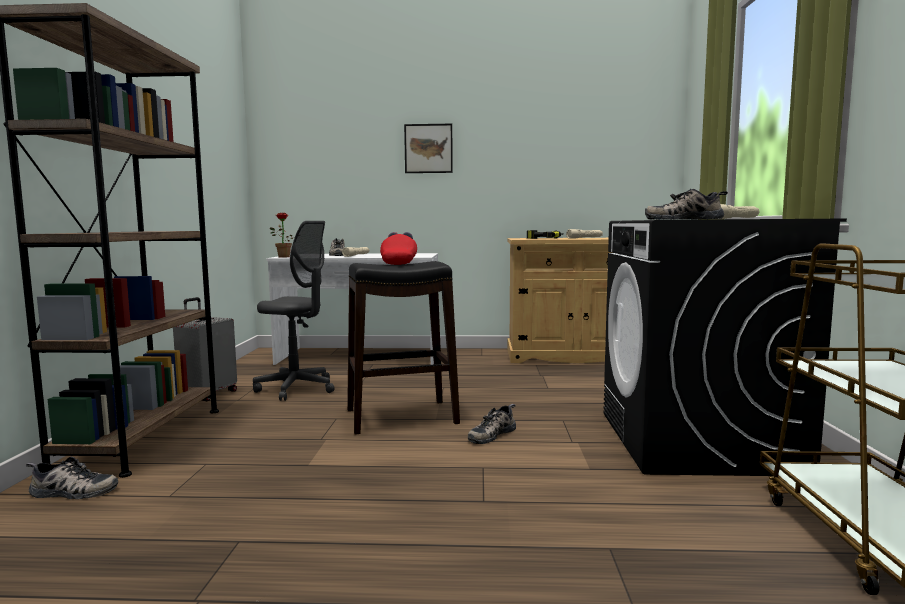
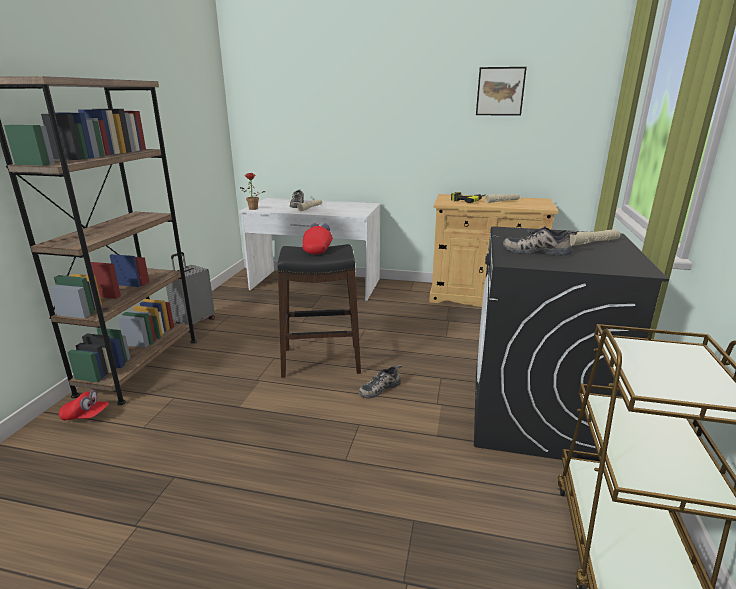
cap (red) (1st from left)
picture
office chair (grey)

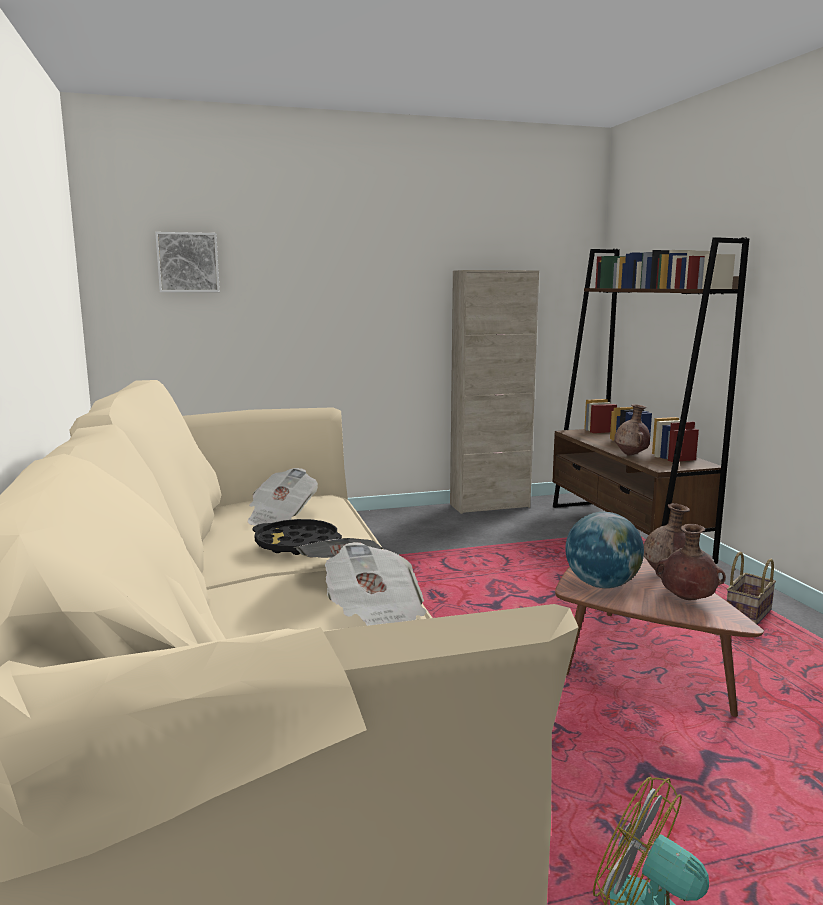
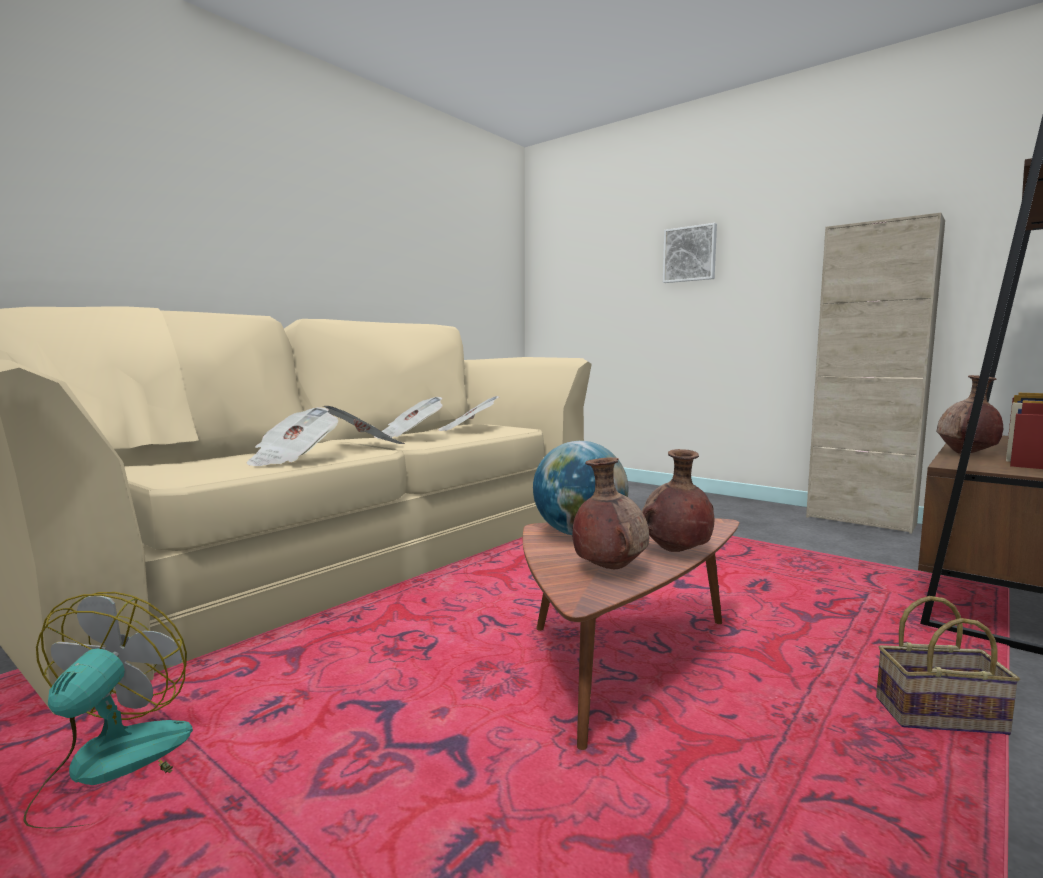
newspaper (3rd from left)
picture

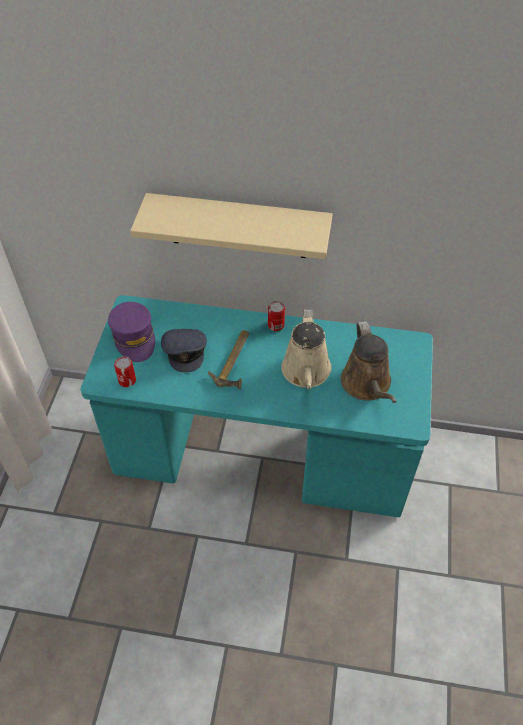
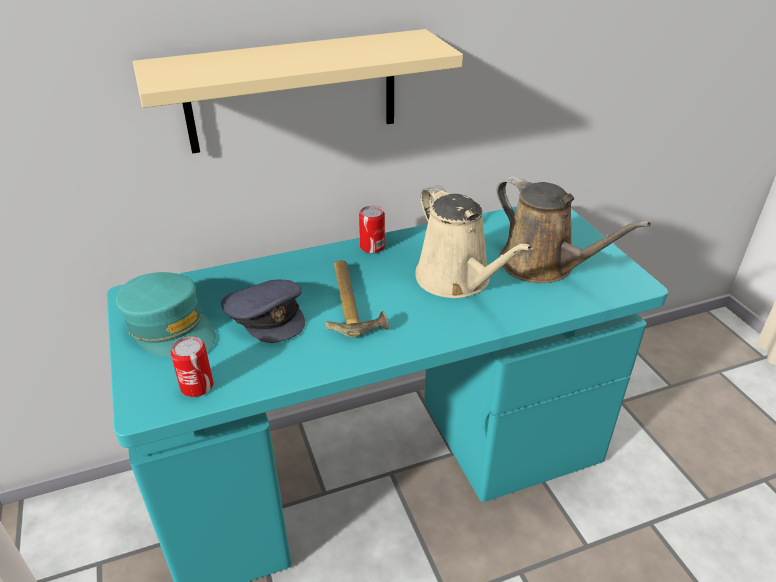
cap (turquoise)

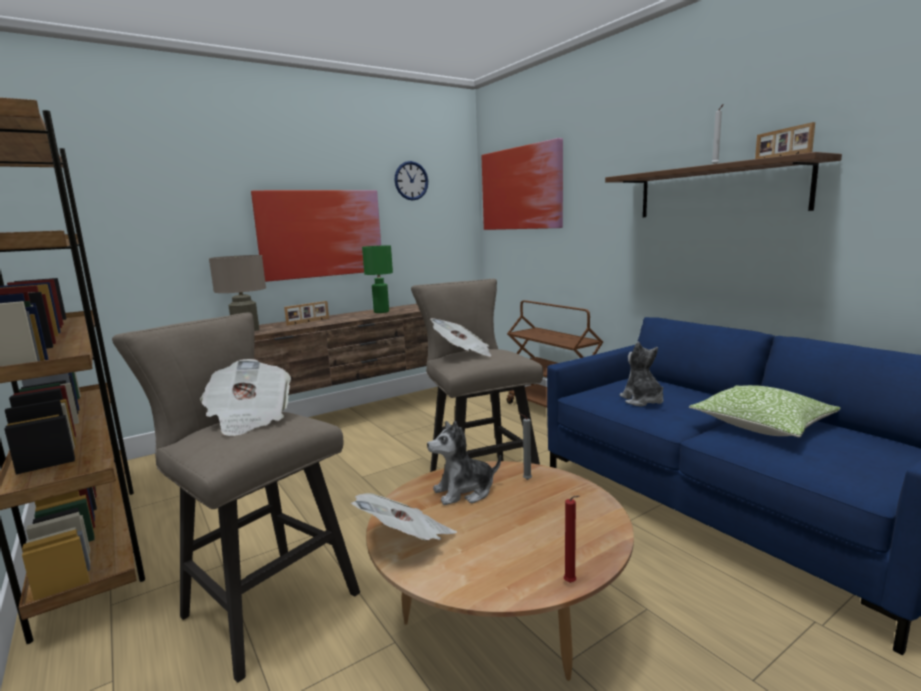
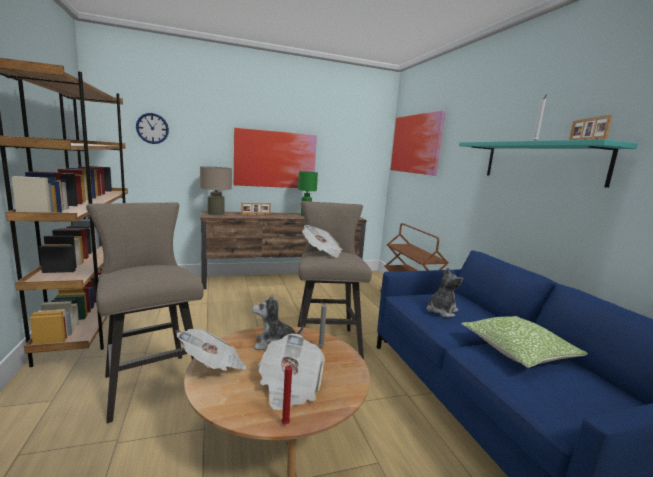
wall clock
newspaper (2nd from left)
plush toy (2nd from left)
shelf (turquoise)

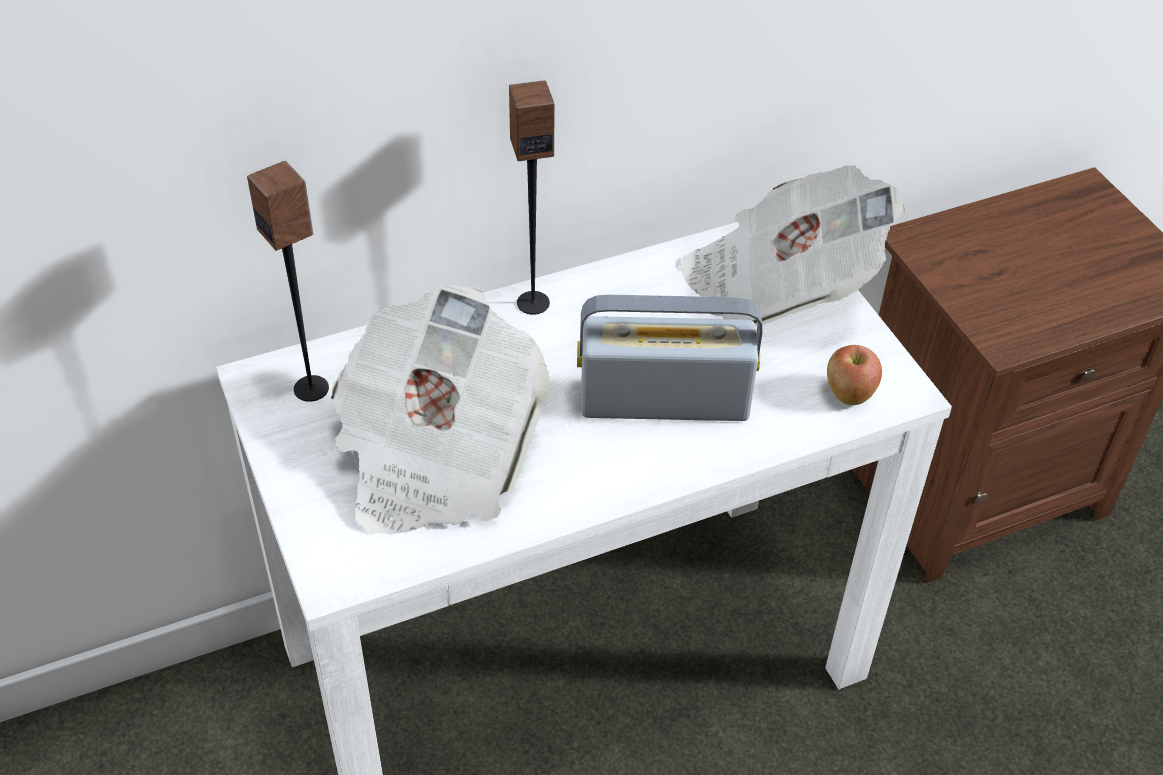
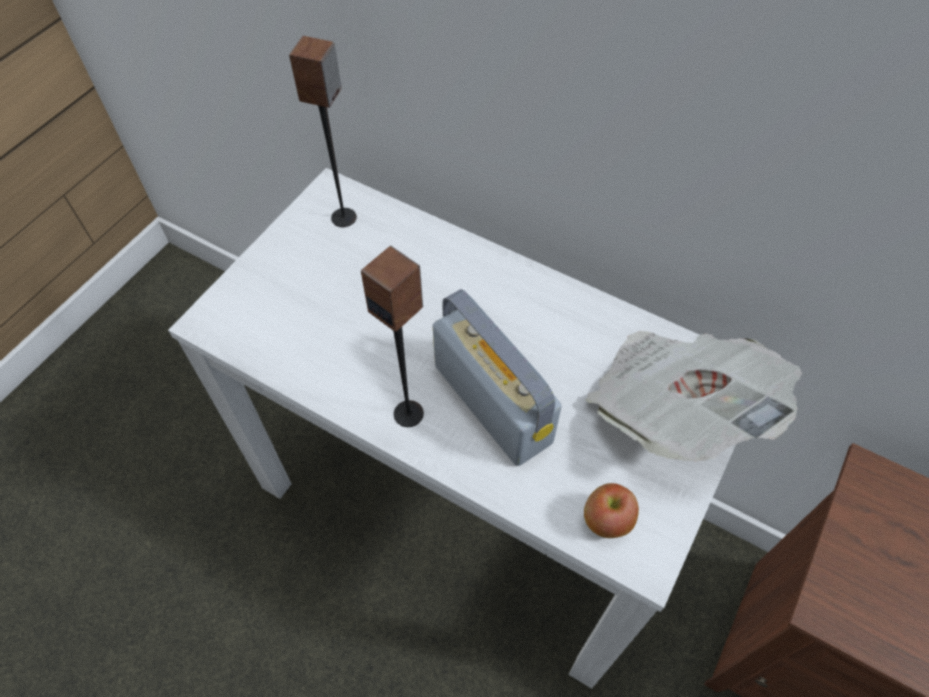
speaker (2nd from left)
newspaper (1st from left in the first image)

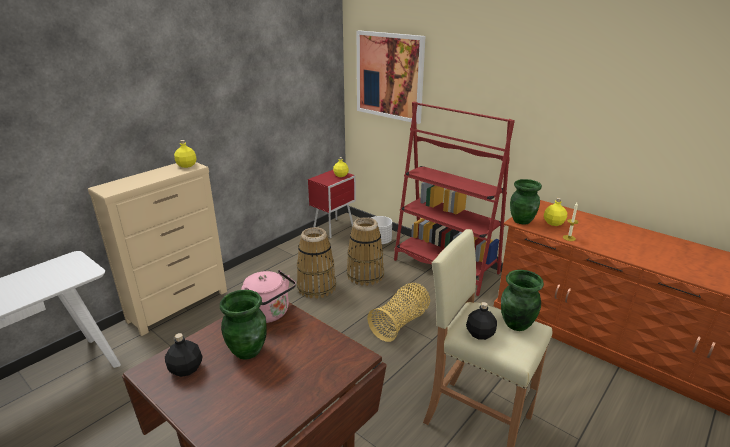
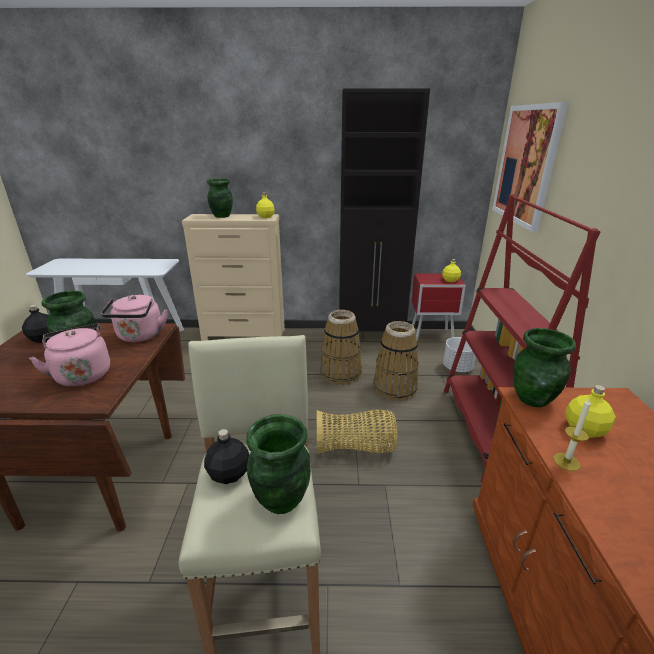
kettle (pink) (1st from left)
vase (green) (2nd from left)
cabinet (black)

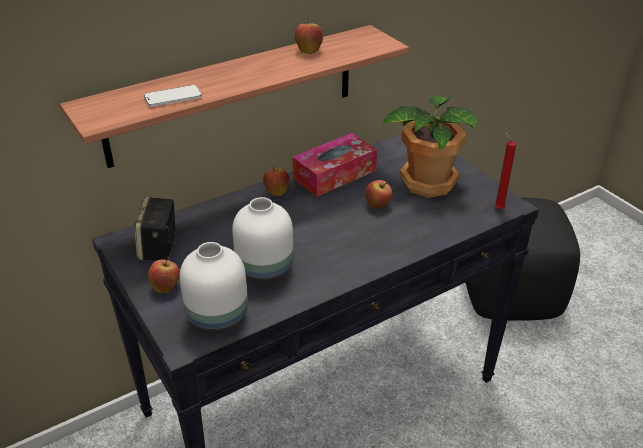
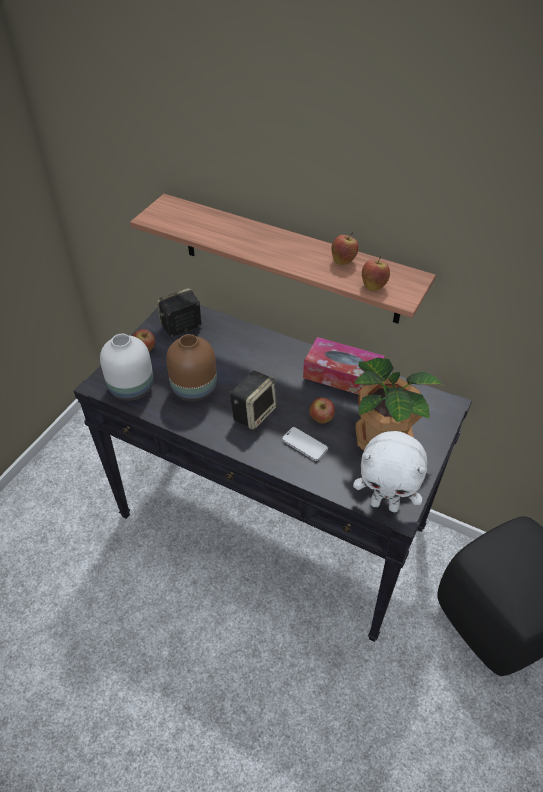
vase (brown)
speaker (2nd from left)
phone
plush toy (white)
apple (4th from left)

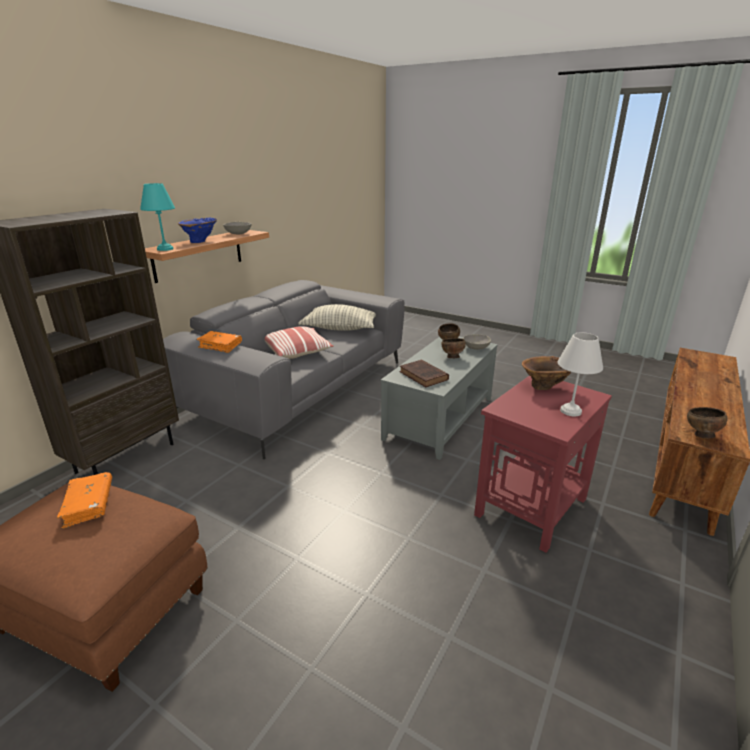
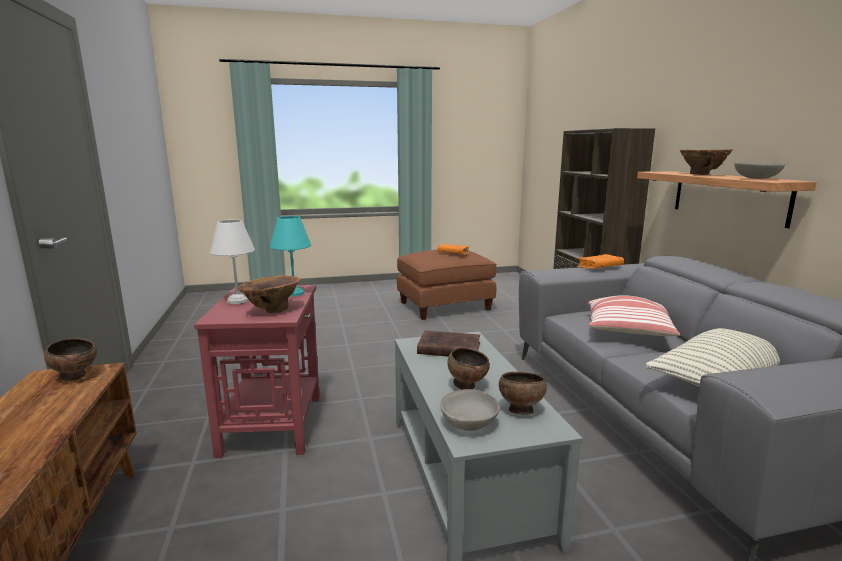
table lamp (turquoise)
vase (brown) (2nd from left)

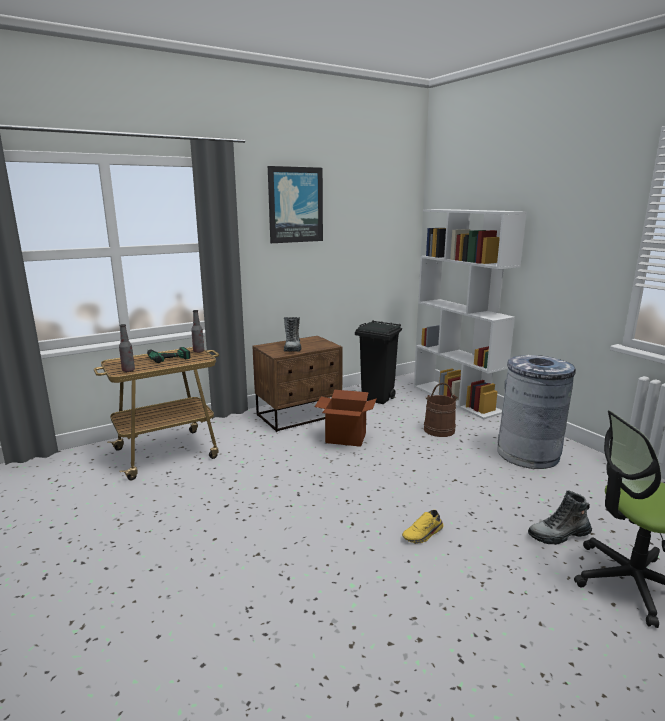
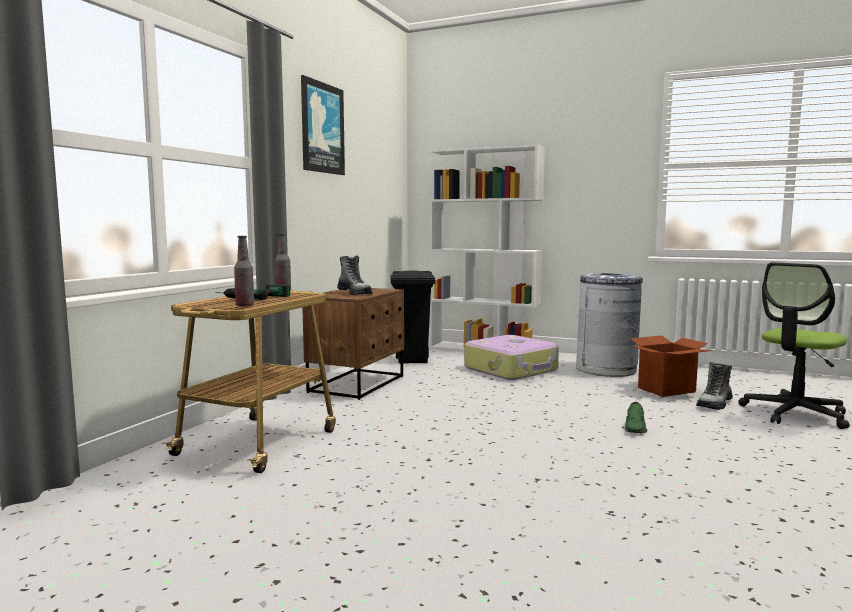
suitcase
shoe (green)
cardboard box

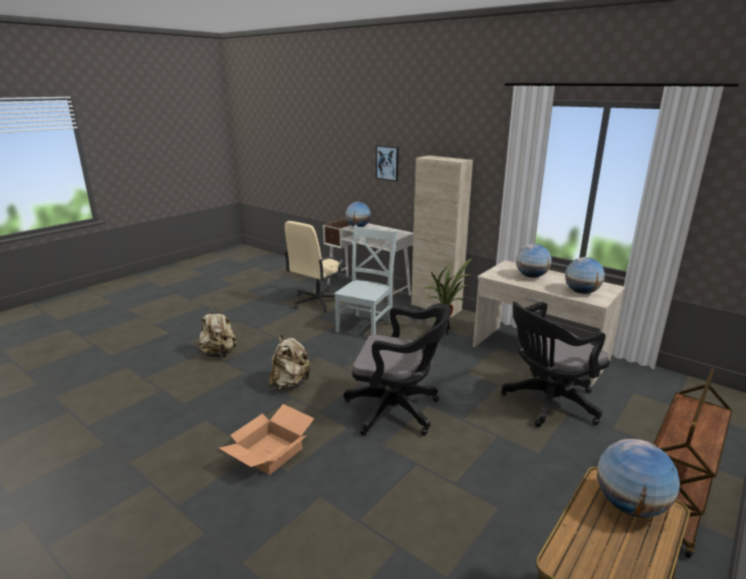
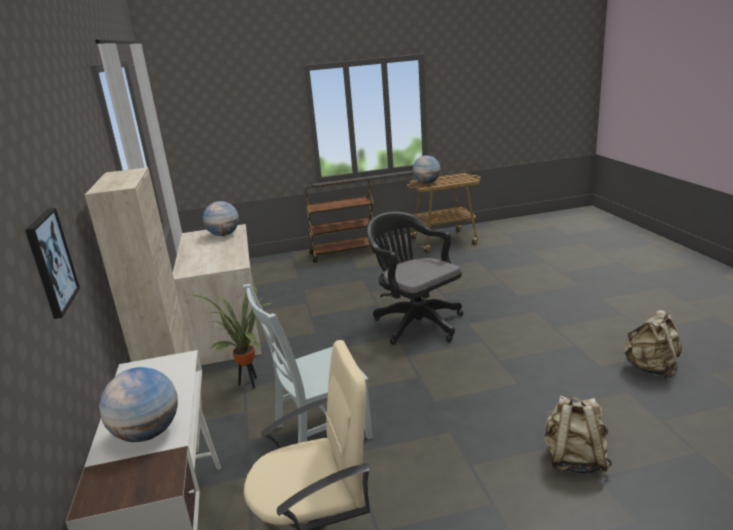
backpack (beige) (2nd from left)
cardboard box
office chair (black) (2nd from left in the first image)
globe (2nd from left in the first image)

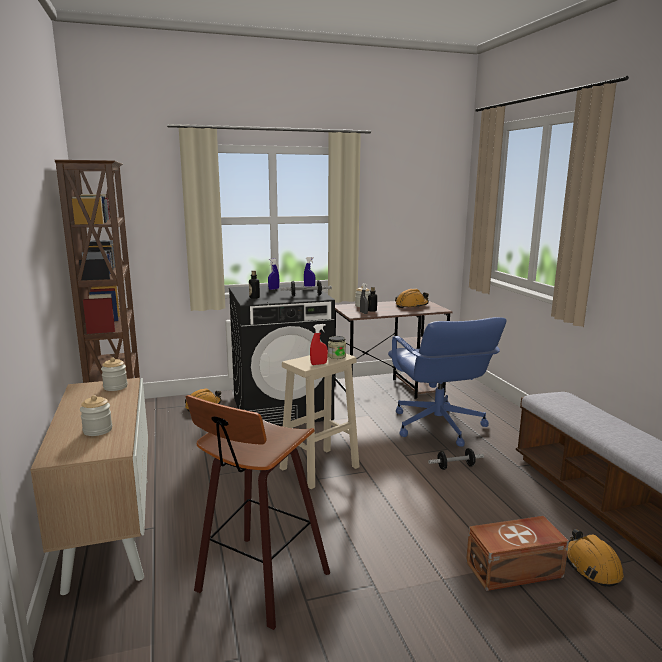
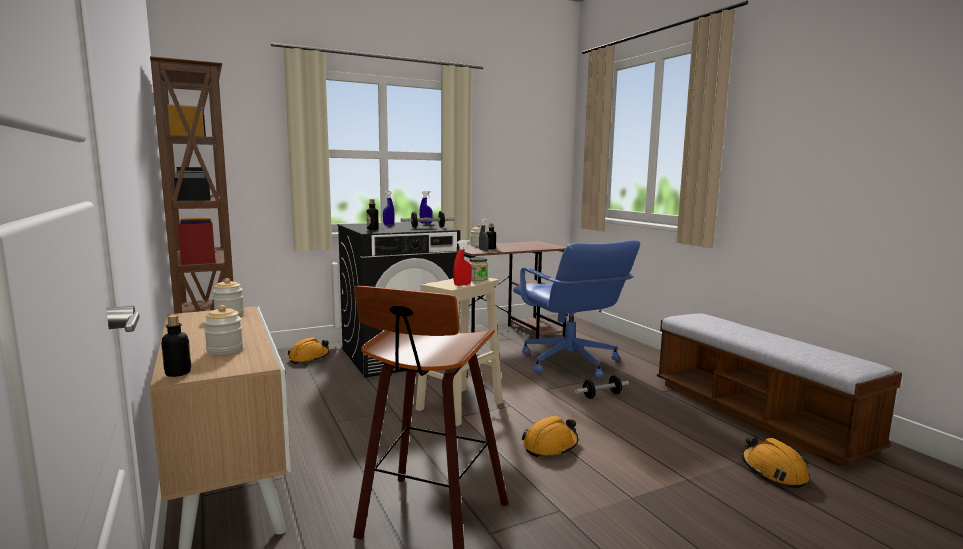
bottle (1st from left)
hard hat (orange) (2nd from left)
storage box (brown)

